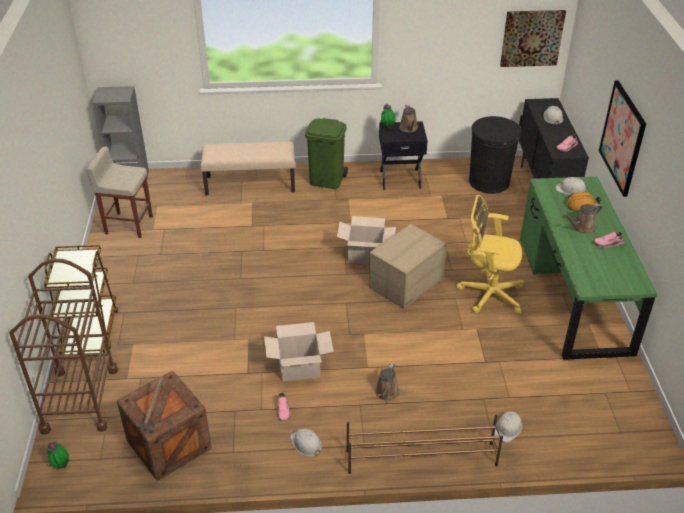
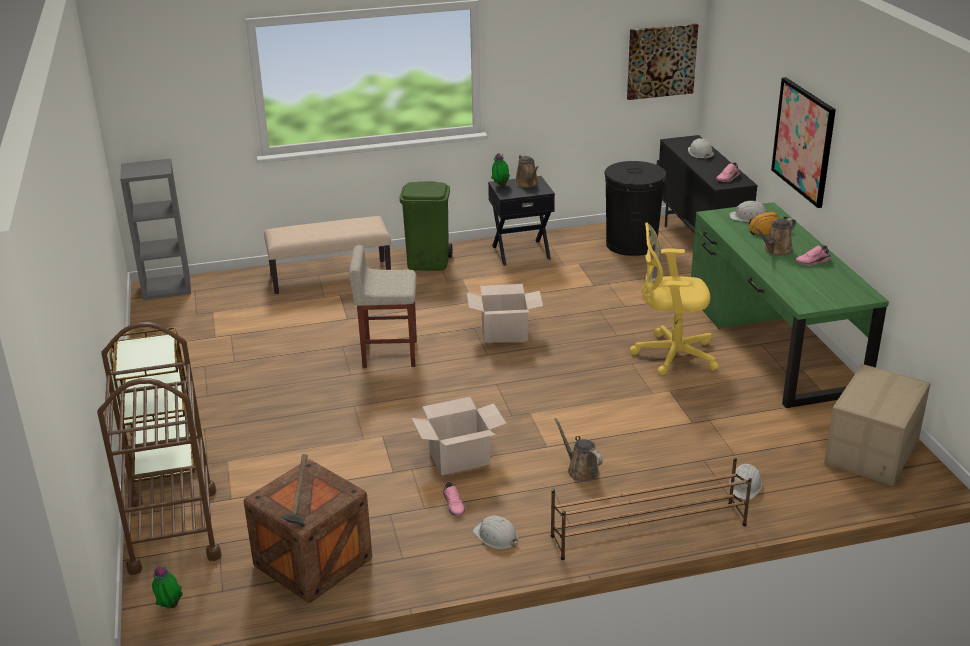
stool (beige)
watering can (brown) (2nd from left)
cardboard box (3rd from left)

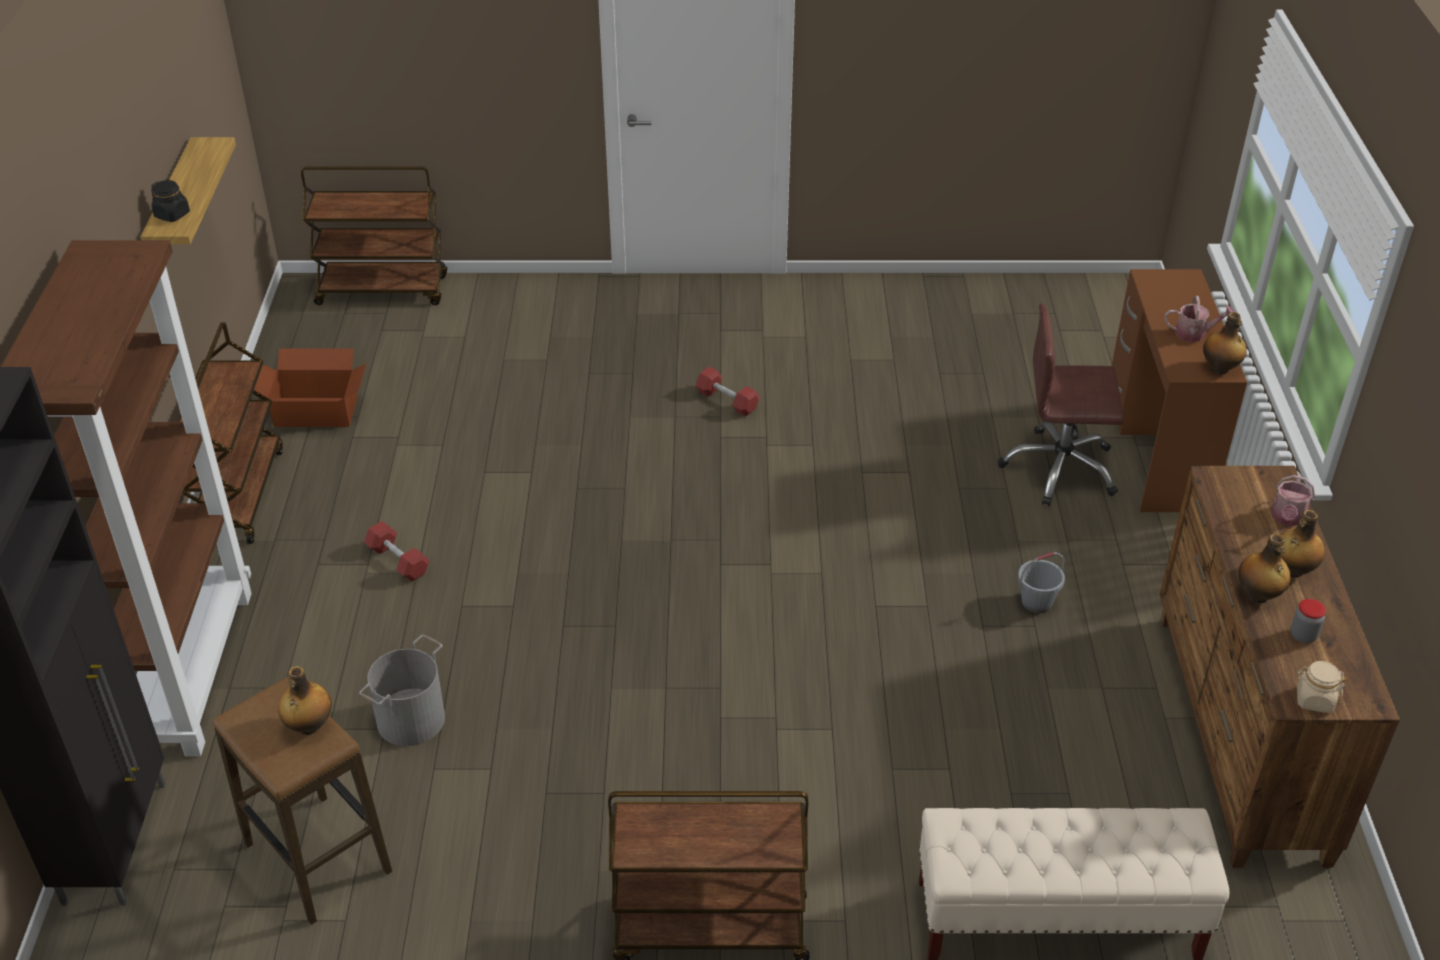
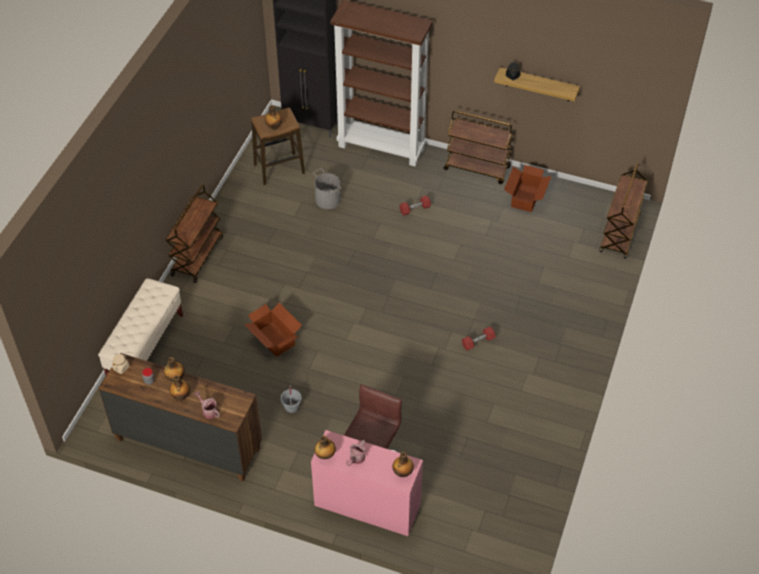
cardboard box (1st from left)
desk (pink)
bottle (5th from left)

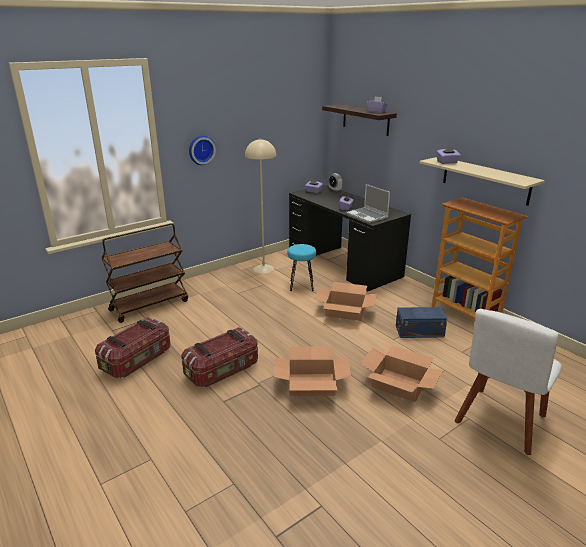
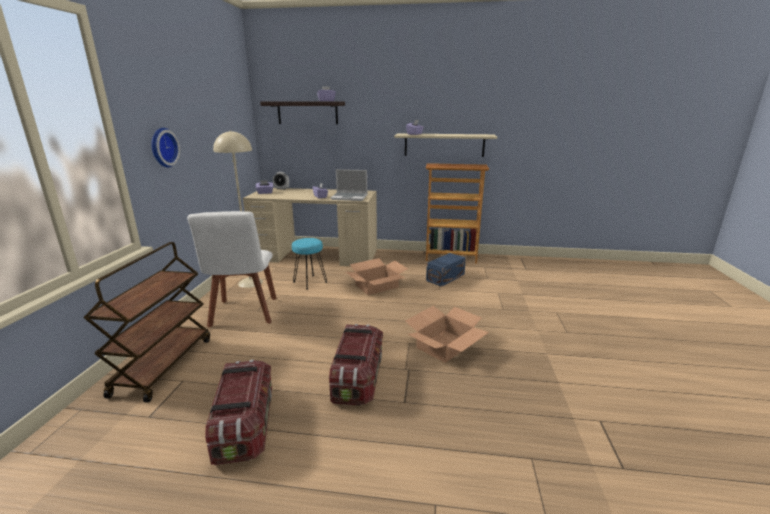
chair (white)
desk (beige)
cardboard box (3rd from left in the first image)

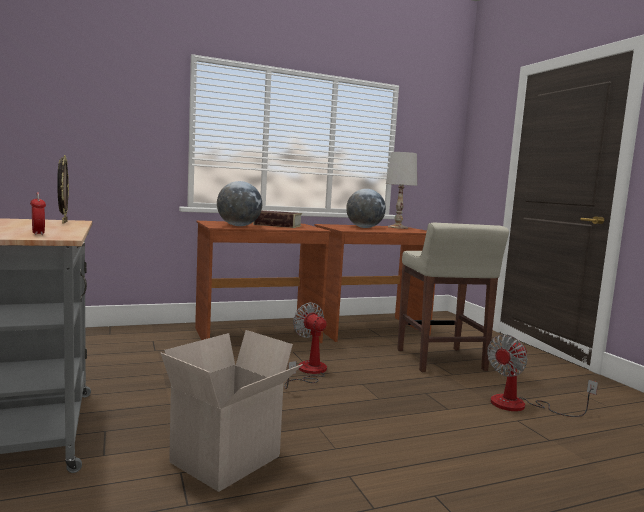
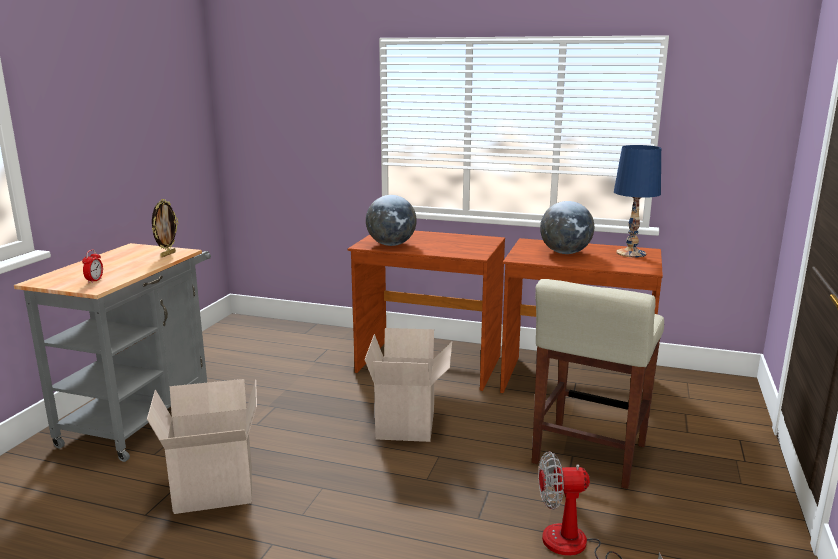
cardboard box (2nd from left)
table lamp (blue)
book

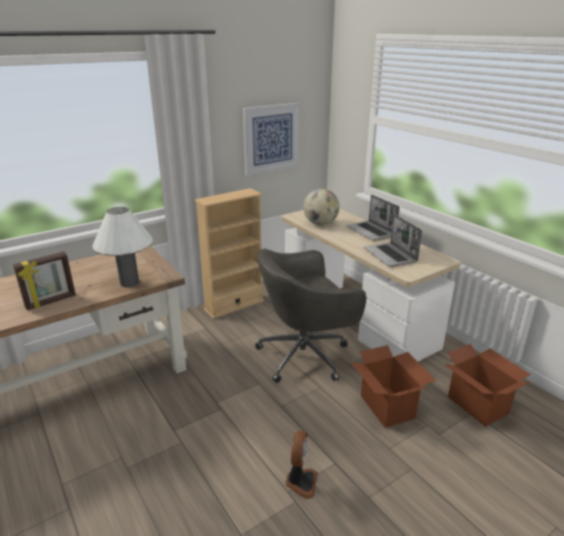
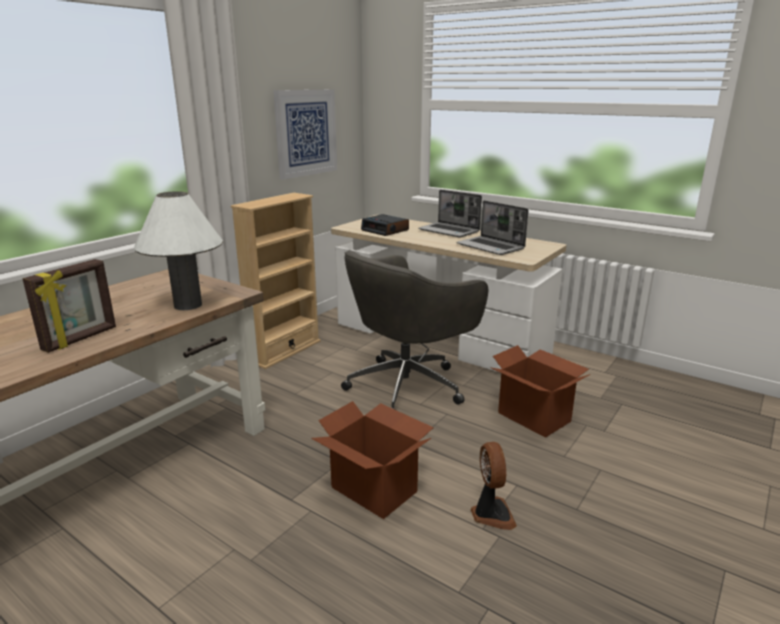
cardboard box (1st from left)
alarm clock

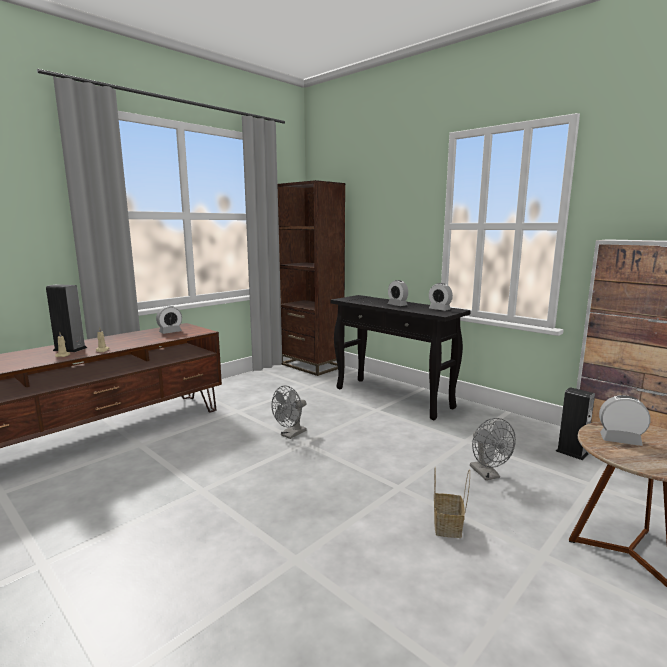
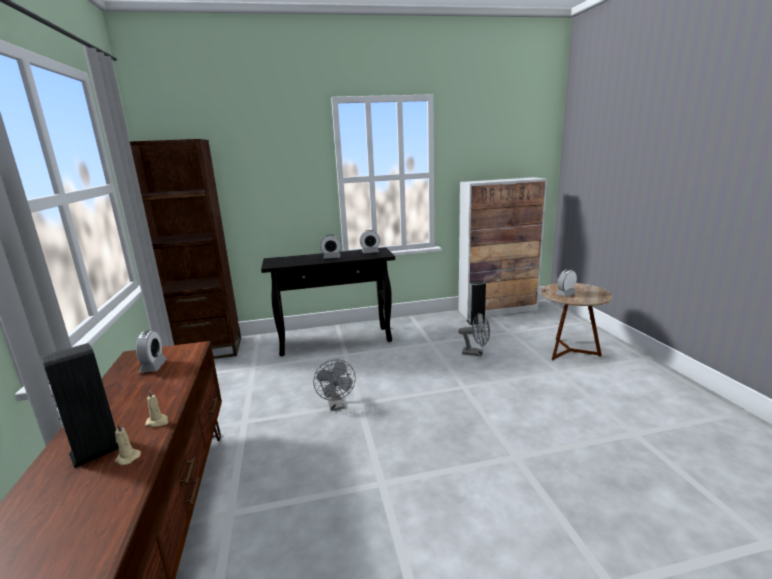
basket

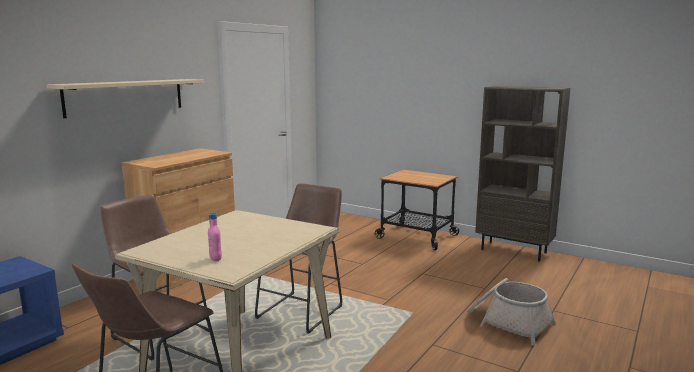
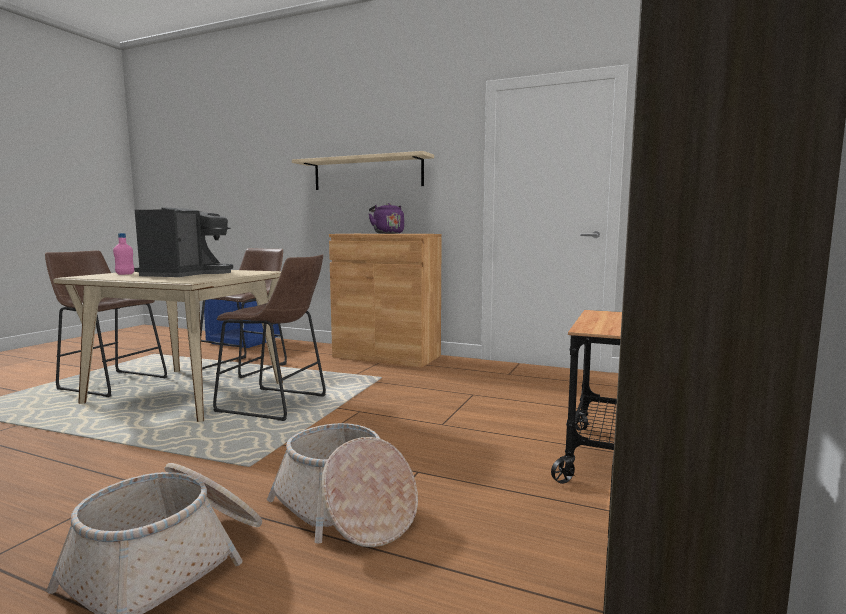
coffee machine
basket (2nd from left)
kettle (purple)

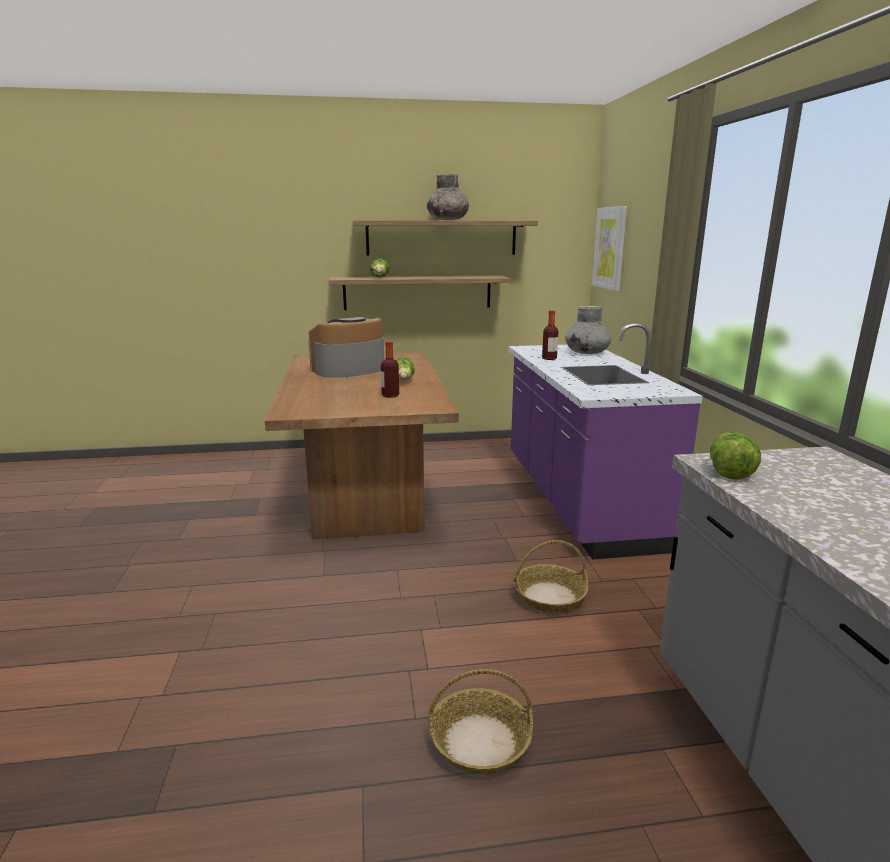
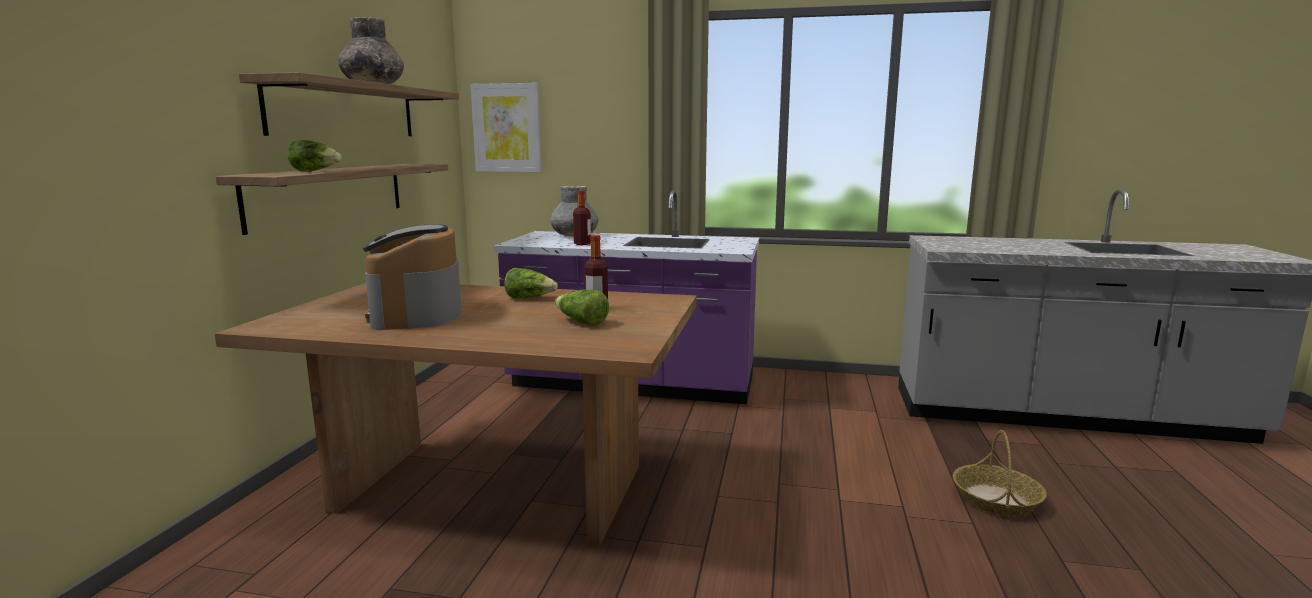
lettuce (3rd from left)
basket (2nd from left in the first image)

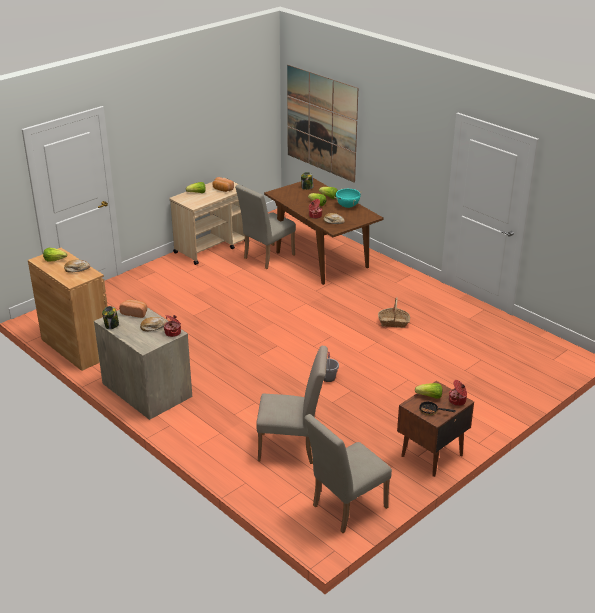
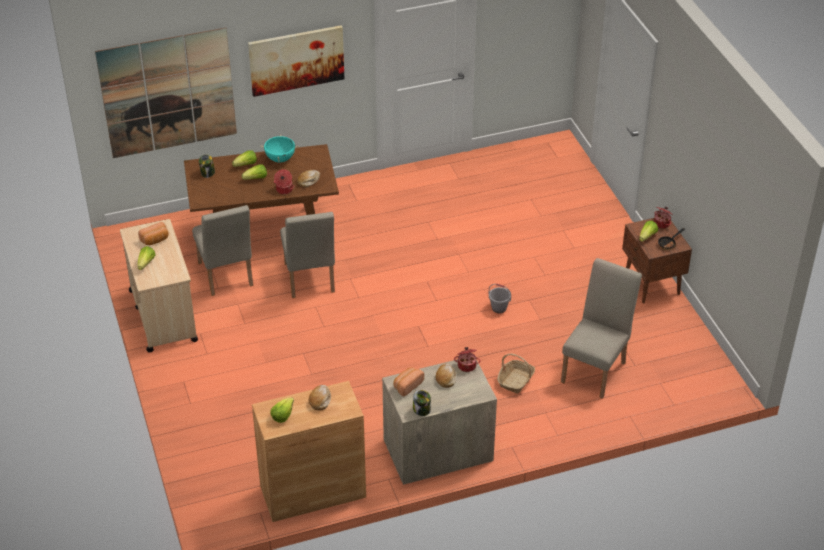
picture (2nd from left)
chair (beige) (2nd from left)
basket

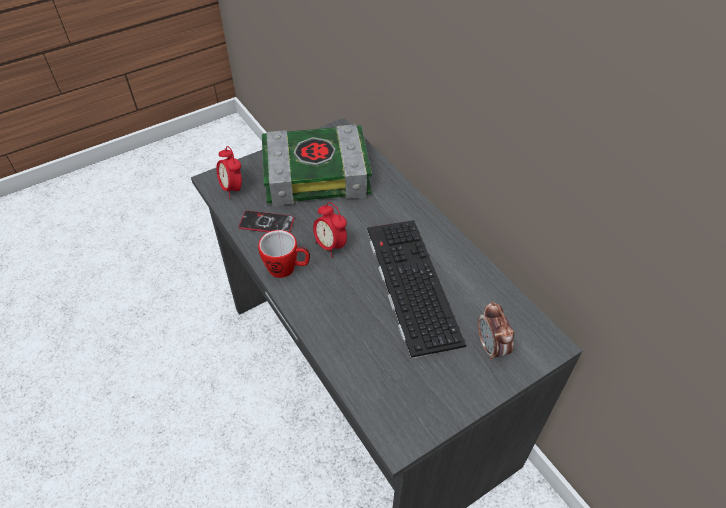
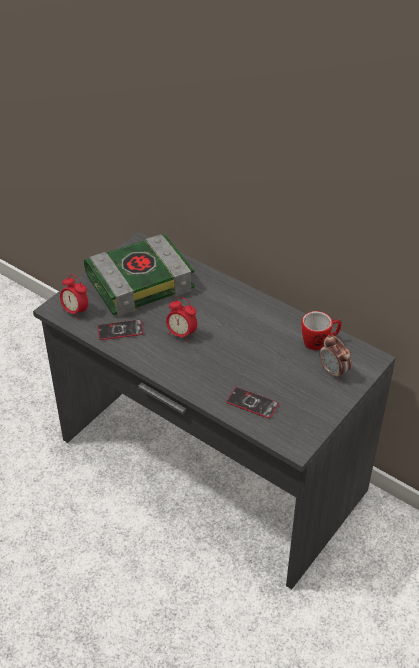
phone (2nd from left)
mug
keyboard

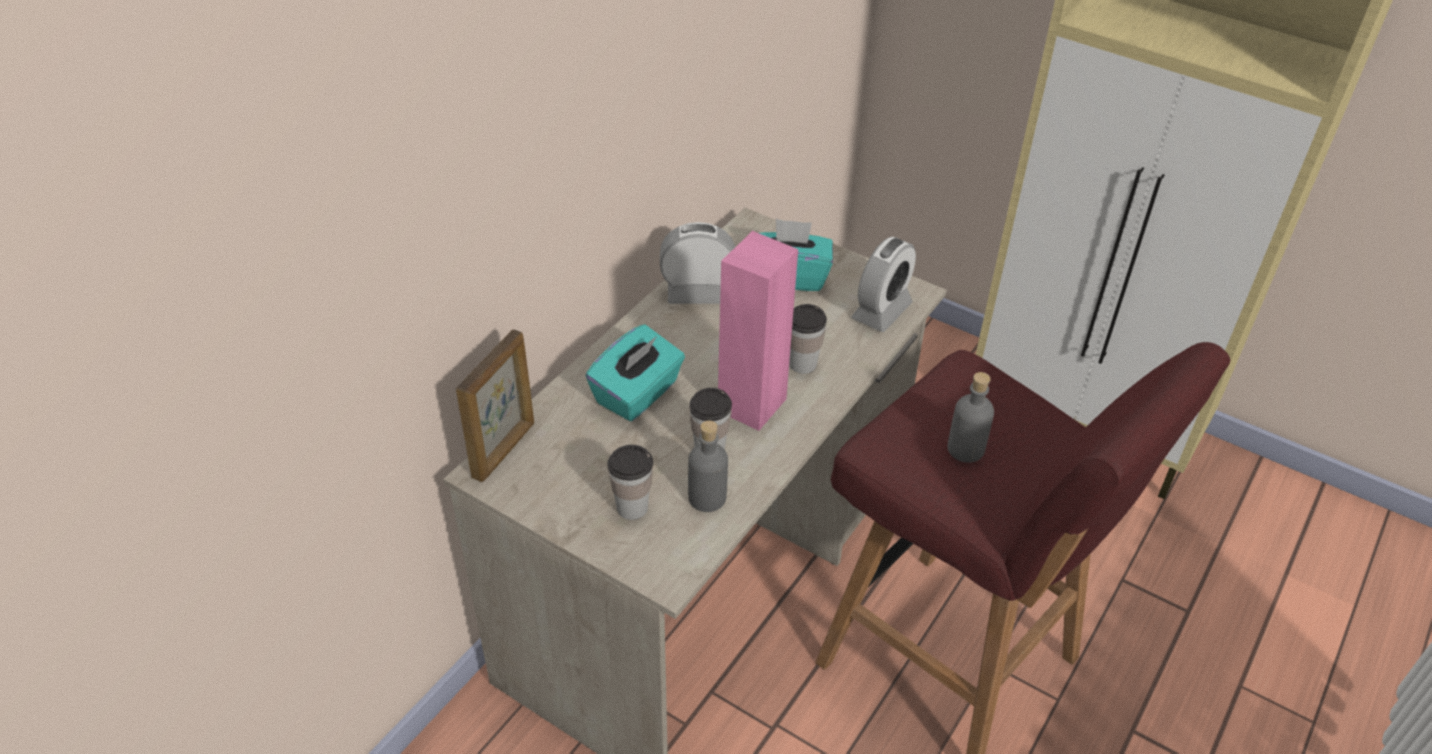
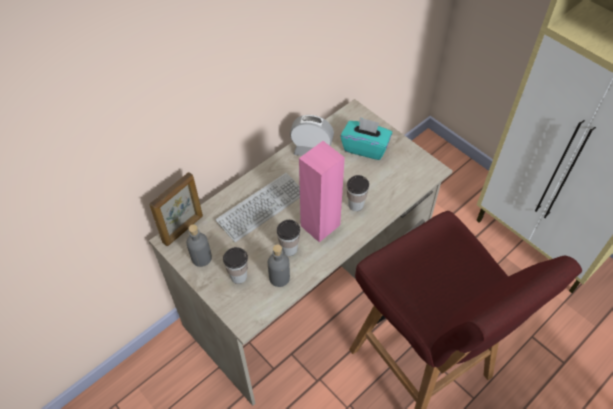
bottle (grey) (1st from left)
keyboard
alarm clock (2nd from left in the first image)

